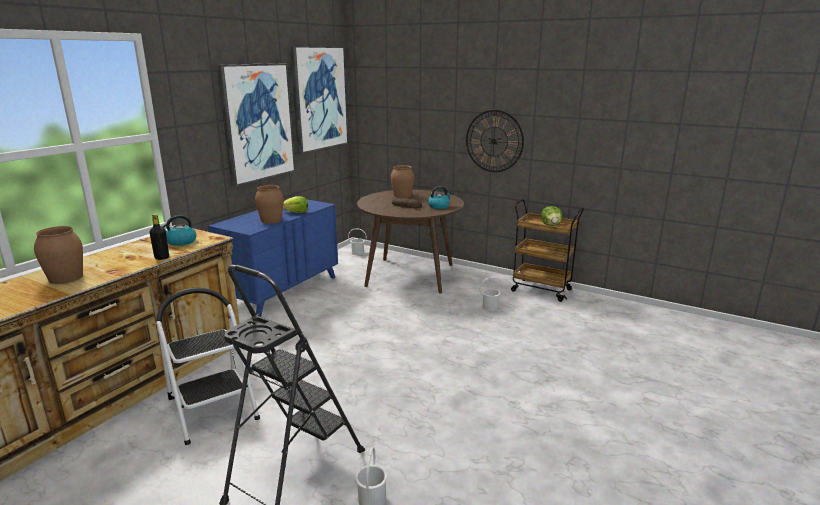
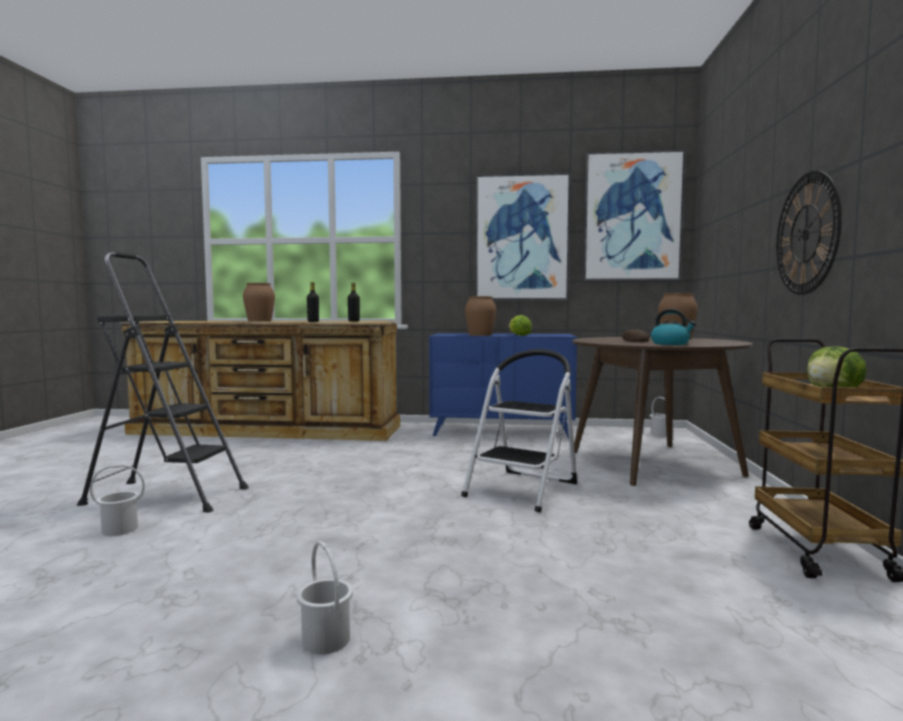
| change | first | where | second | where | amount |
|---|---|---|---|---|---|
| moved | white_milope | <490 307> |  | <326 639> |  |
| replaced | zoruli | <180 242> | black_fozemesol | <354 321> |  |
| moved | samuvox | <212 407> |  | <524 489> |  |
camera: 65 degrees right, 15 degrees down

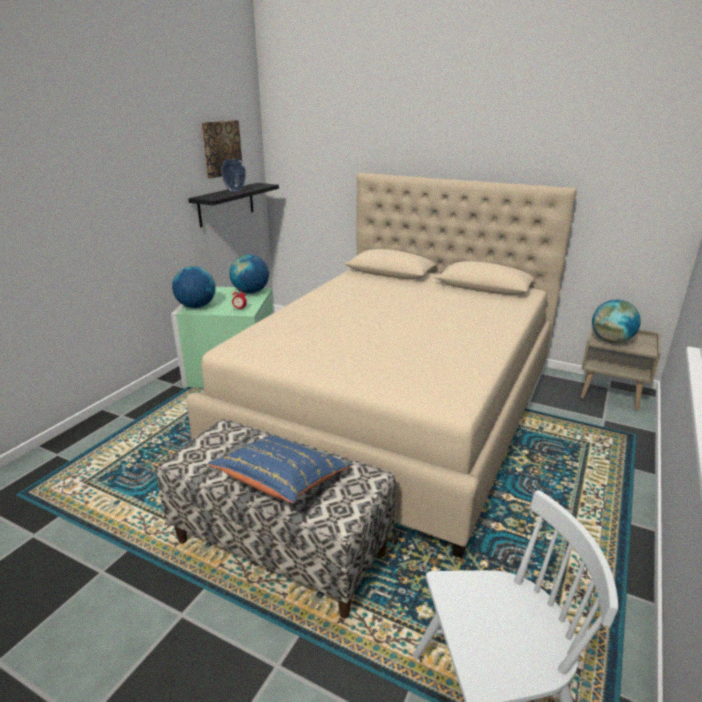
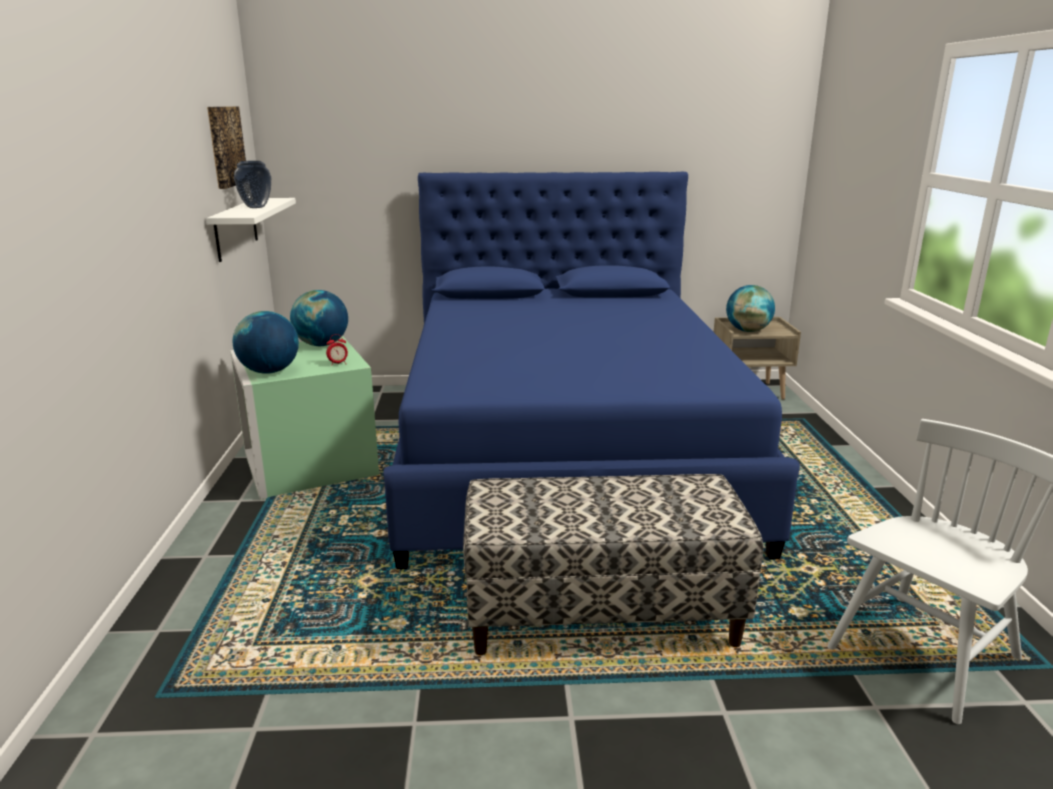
| change | first | where | second | where | amount |
|---|---|---|---|---|---|
| recoloured | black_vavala | <226 204> | white_vavala | <236 228> |  |
| recoloured | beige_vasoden | <395 409> | blue_vasoden | <566 454> |  |
| removed | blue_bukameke | <282 482> |  |  |  |
camera: 30 degrees left, 5 degrees down

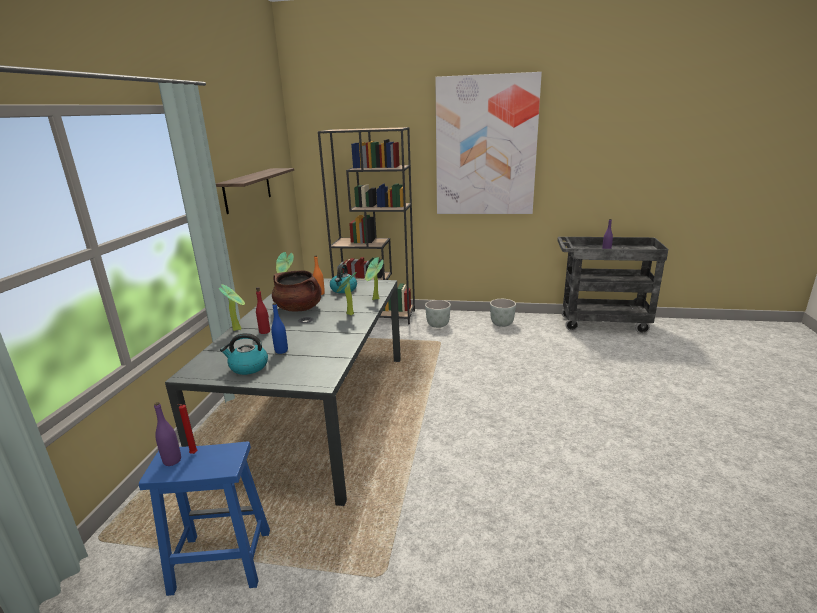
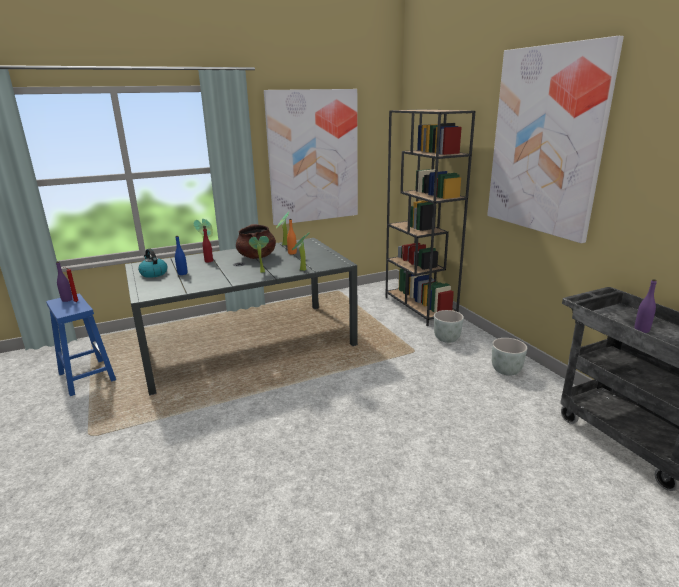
| change | first | where | second | where | amount |
|---|---|---|---|---|---|
| replaced | vavala | <247 190> | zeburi | <313 157> |  |
| removed | zoruli | <343 289> |  |  |  |
camera: 55 degrees right, 0 degrees up

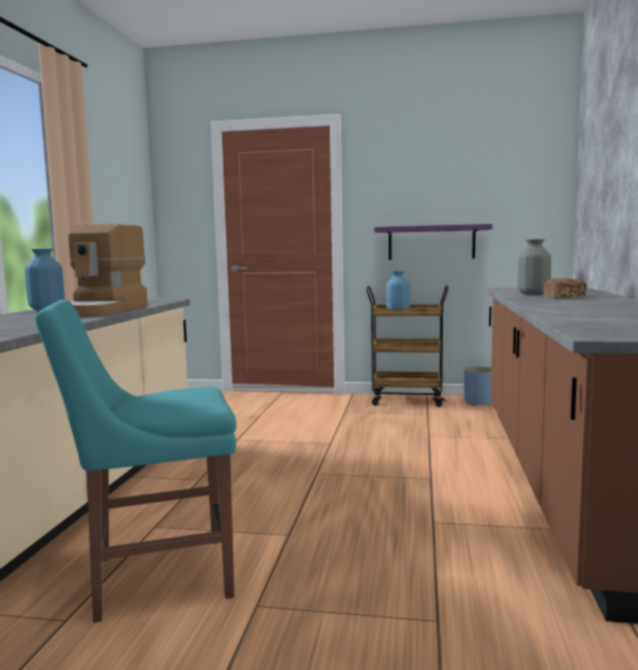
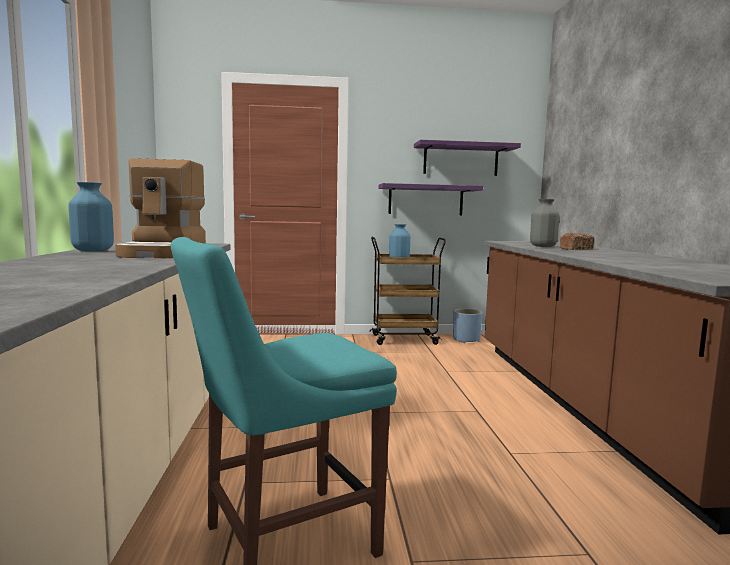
| change | first | where | second | where | amount |
|---|---|---|---|---|---|
| added |  |  | purple_vavala | <460 160> |  |
camera: 15 degrees left, 0 degrees up

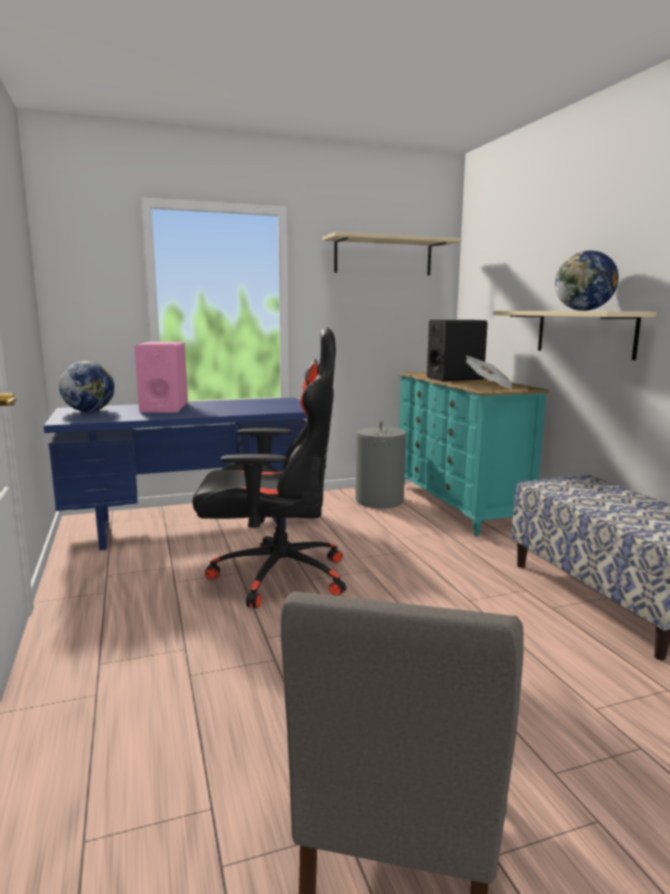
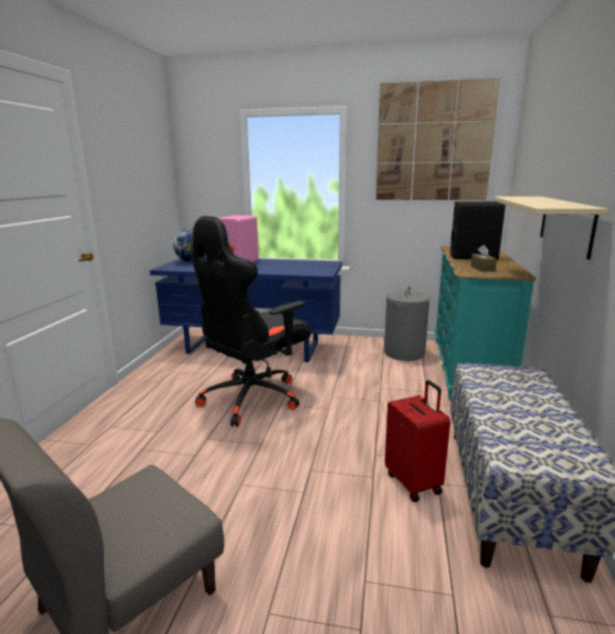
| change | first | where | second | where | amount |
|---|---|---|---|---|---|
| turned | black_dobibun | <269 577> |  | <257 396> | 105 degrees clockwise |
| replaced | beige_vavala | <383 256> | zeburi | <433 142> |  |
| added |  |  | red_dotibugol | <414 482> |  |
| replaced | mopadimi | <489 386> | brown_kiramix | <482 268> |  |
| removed | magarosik | <583 310> |  |  |  |
camera: 30 degrees right, 5 degrees up

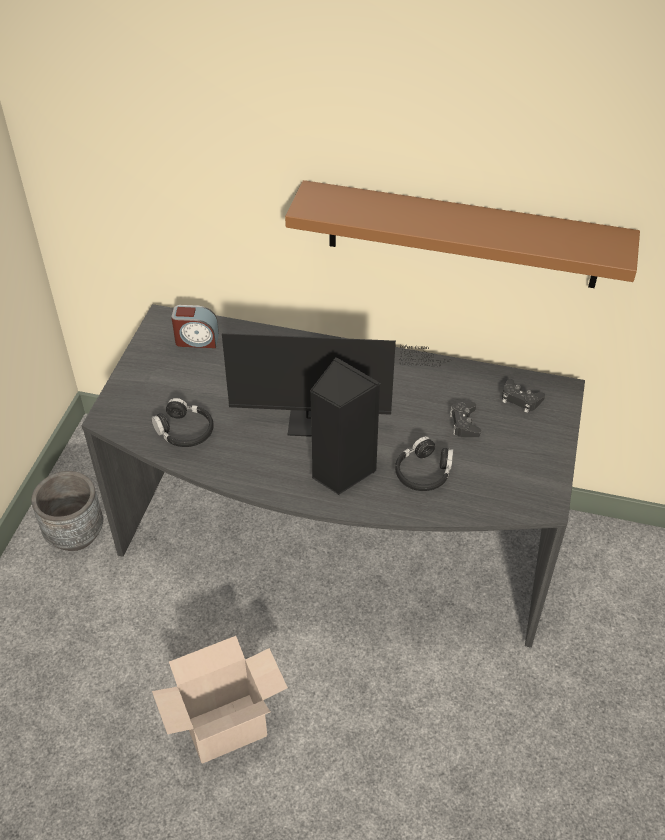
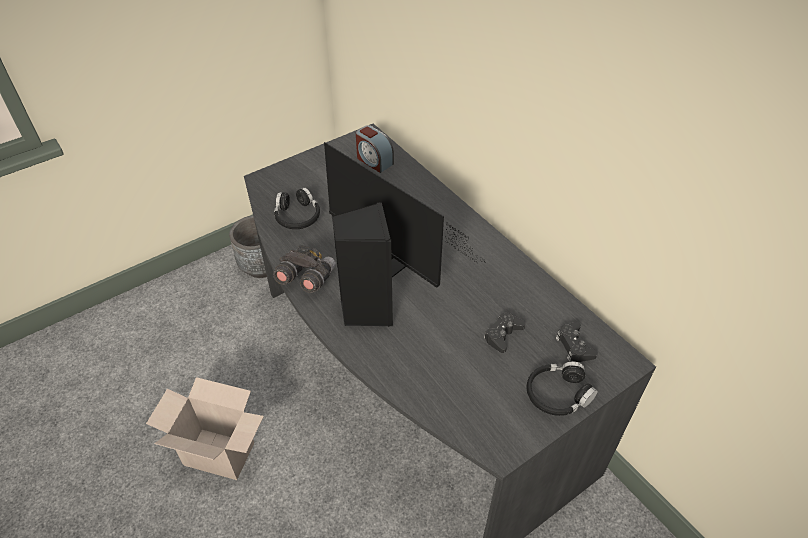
| change | first | where | second | where | amount |
|---|---|---|---|---|---|
| added |  |  | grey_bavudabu | <306 279> |  |
| moved | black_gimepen | <424 472> |  | <557 394> |  |
| removed | brown_vavala | <462 235> |  |  |  |
camera: 40 degrees right, 0 degrees up

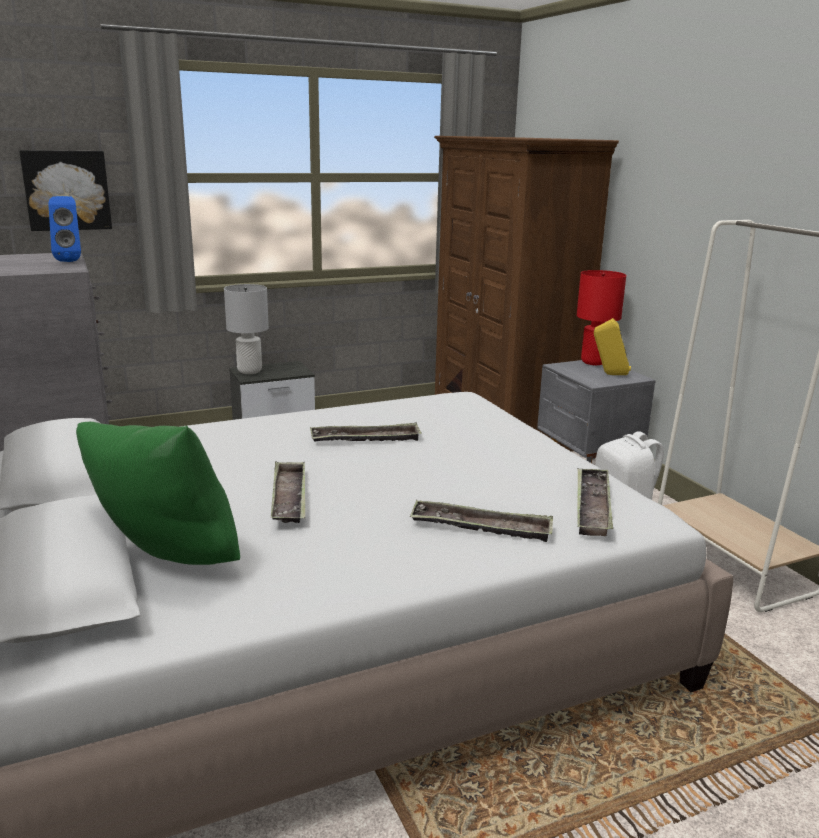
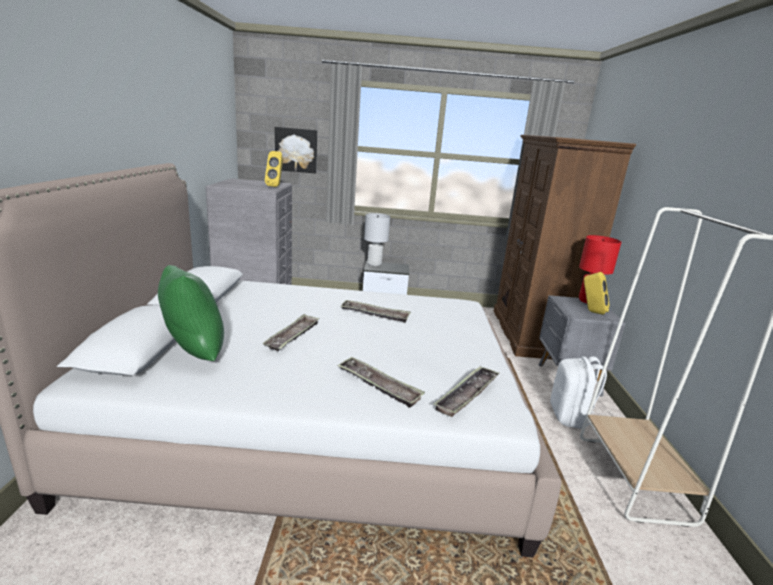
| change | first | where | second | where | amount |
|---|---|---|---|---|---|
| recoloured | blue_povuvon | <70 261> | yellow_povuvon | <275 186> |  |
camera: 25 degrees right, 0 degrees up

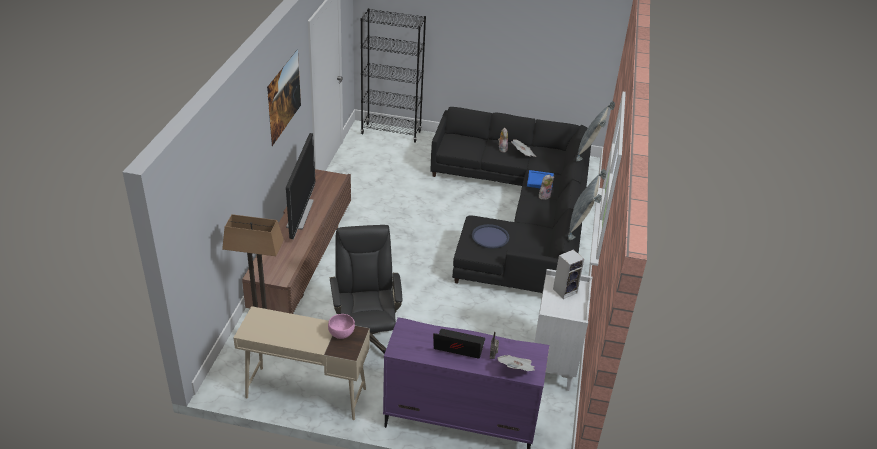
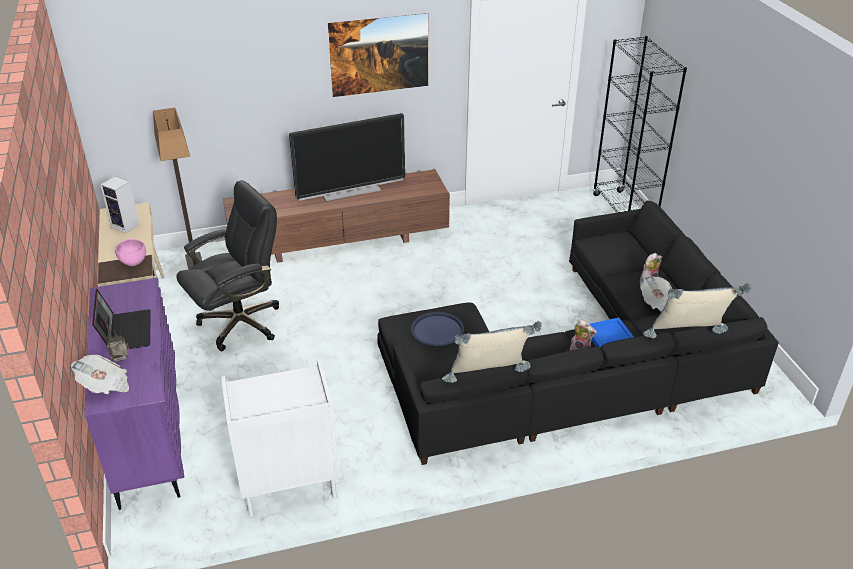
| change | first | where | second | where | amount |
|---|---|---|---|---|---|
| moved | povuvon | <565 290> |  | <126 226> |  |
camera: 65 degrees right, 0 degrees up

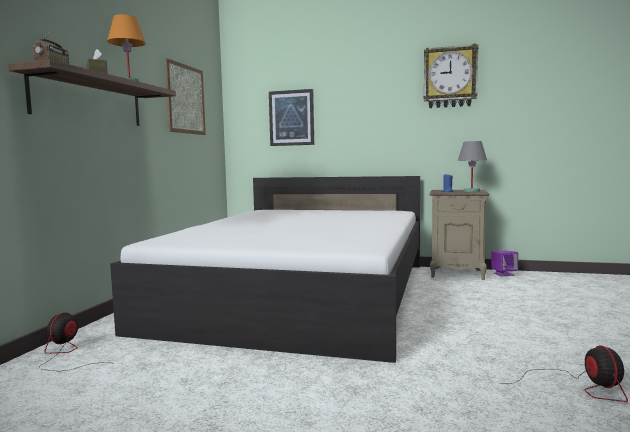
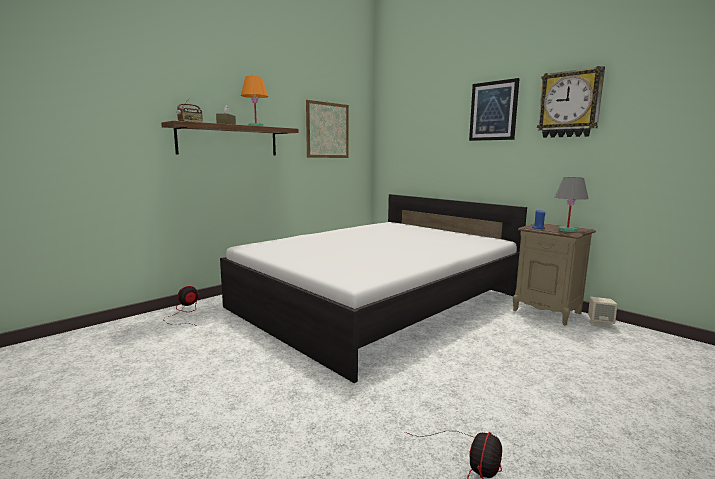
| change | first | where | second | where | amount |
|---|---|---|---|---|---|
| moved | zeburi | <291 118> |  | <493 111> |  |
| recoloured | purple_povuvon | <504 274> | beige_povuvon | <600 323> |  |
camera: 30 degrees right, 5 degrees up

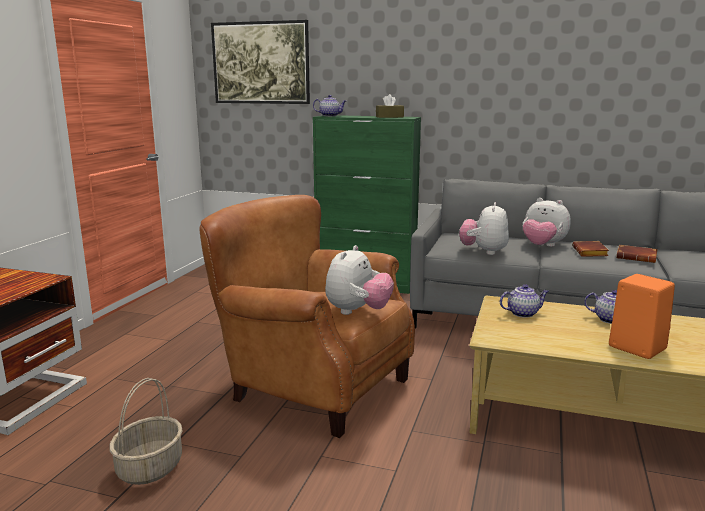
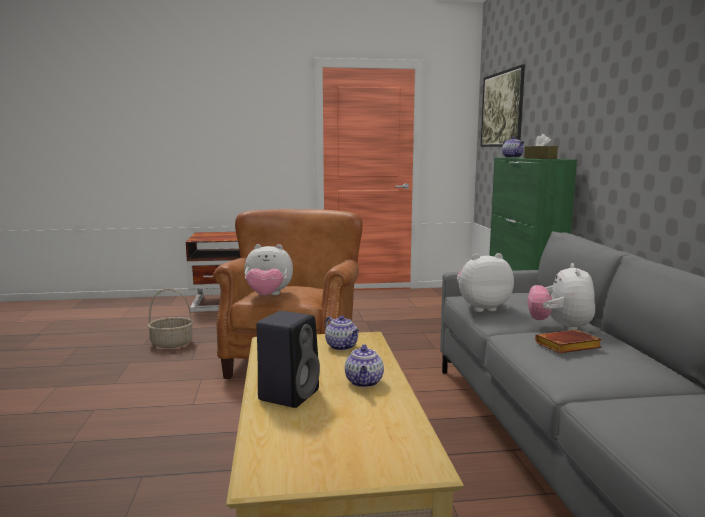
| change | first | where | second | where | amount |
|---|---|---|---|---|---|
| recoloured | orange_povuvon | <635 347> | black_povuvon | <289 394> |  |
| removed | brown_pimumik | <637 257> |  |  |  |
camera: 65 degrees right, 5 degrees down

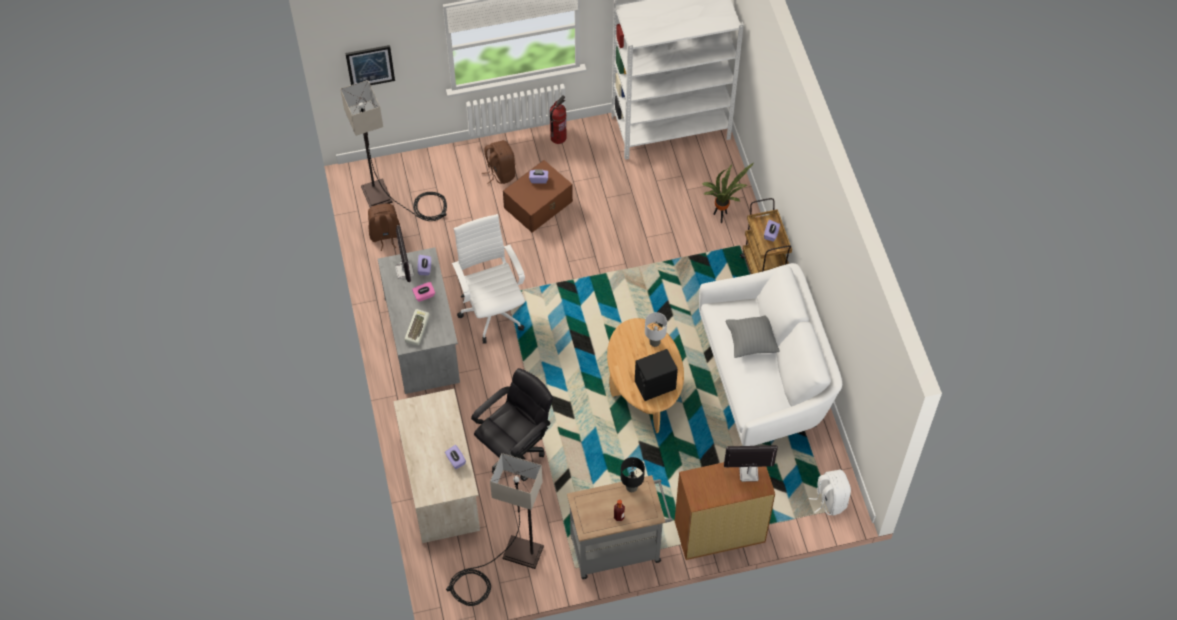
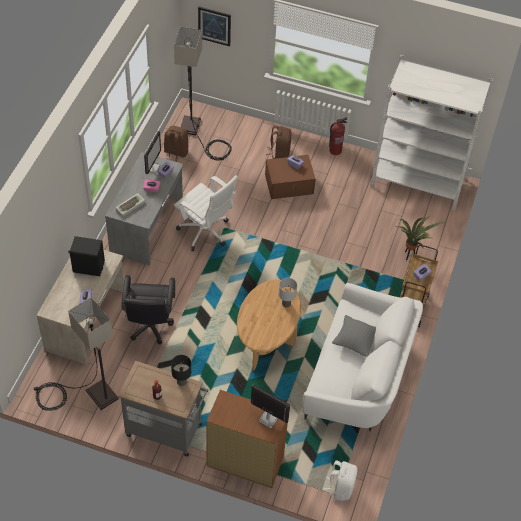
| change | first | where | second | where | amount |
|---|---|---|---|---|---|
| moved | black_povuvon | <654 386> |  | <88 267> |  |
| turned | black_dobibun | <516 452> |  | <150 329> | 105 degrees clockwise |
| turned | white_dobibun | <492 311> |  | <206 233> | 120 degrees clockwise |
camera: 30 degrees right, 5 degrees down

